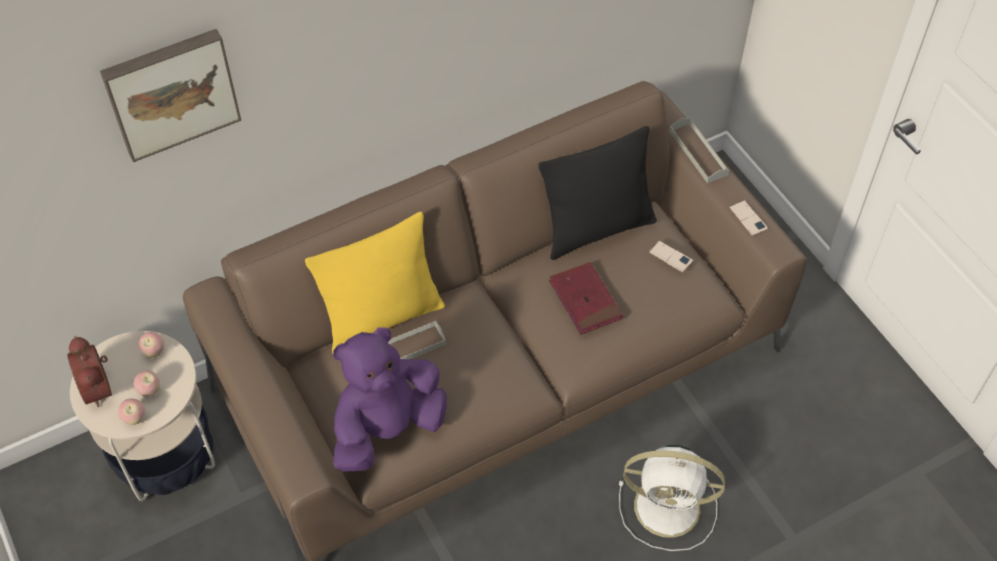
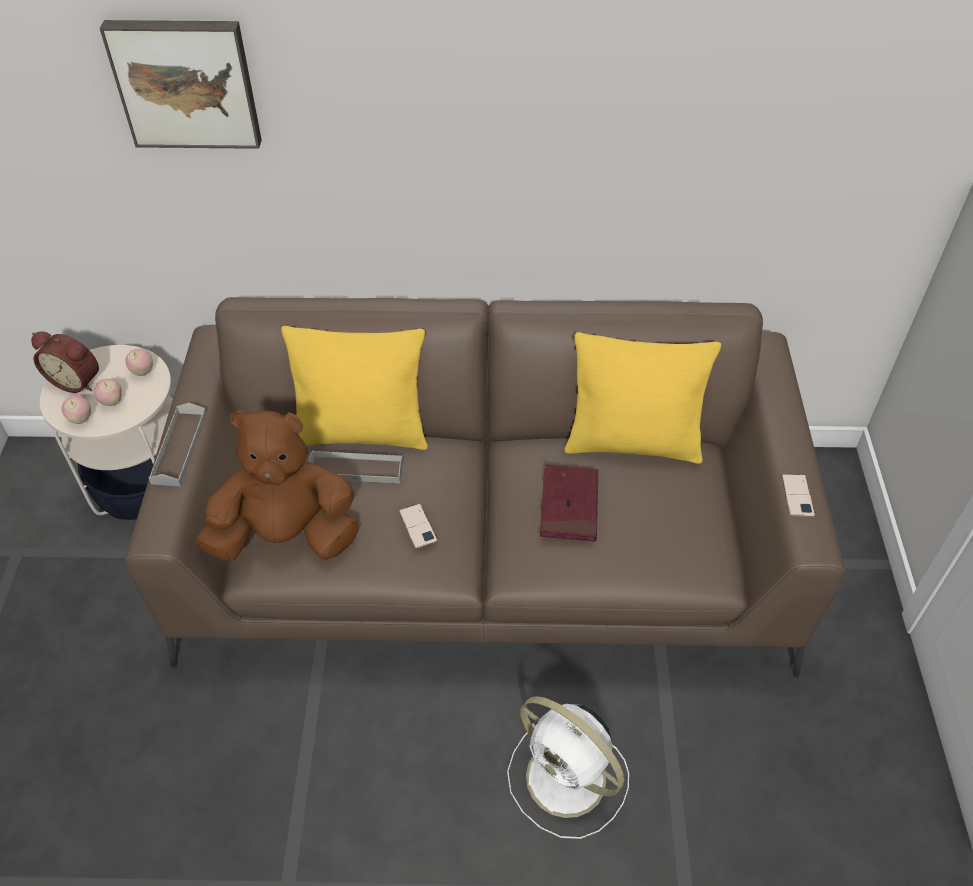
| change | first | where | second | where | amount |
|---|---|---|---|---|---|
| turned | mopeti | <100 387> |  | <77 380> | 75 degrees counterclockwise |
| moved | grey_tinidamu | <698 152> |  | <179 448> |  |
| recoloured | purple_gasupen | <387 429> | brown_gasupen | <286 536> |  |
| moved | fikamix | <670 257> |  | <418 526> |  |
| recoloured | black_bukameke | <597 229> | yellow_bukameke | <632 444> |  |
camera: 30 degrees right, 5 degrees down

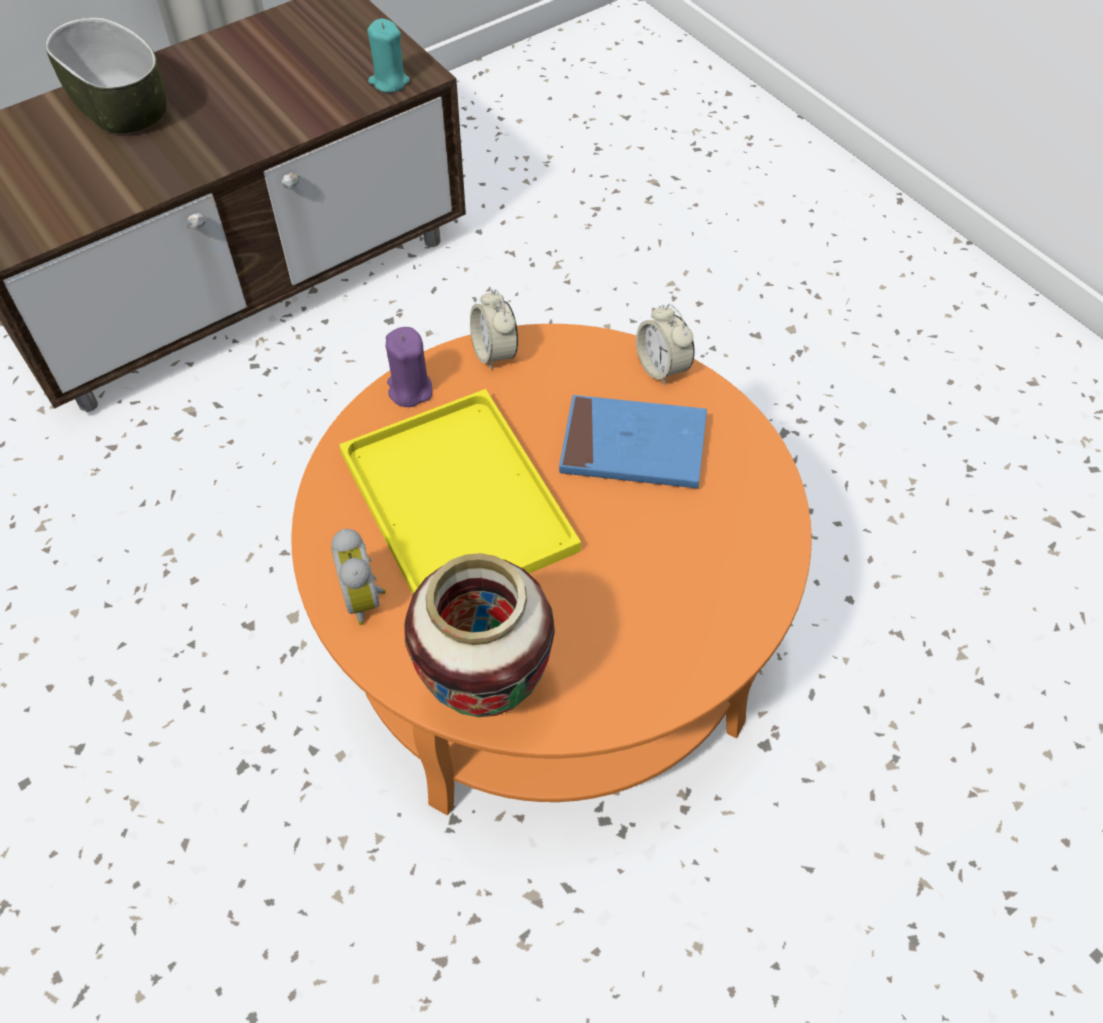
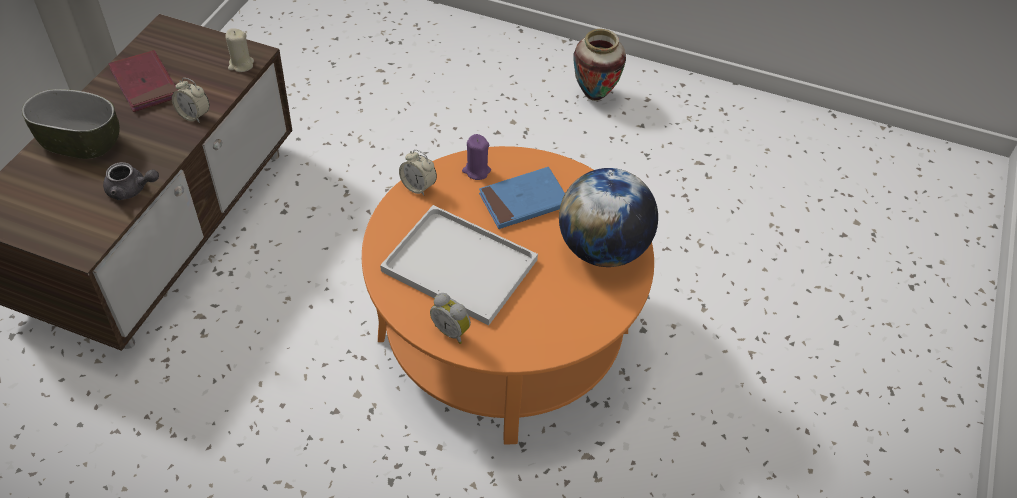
| change | first | where | second | where | amount |
|---|---|---|---|---|---|
| added |  |  | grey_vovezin | <131 190> |  |
| added |  |  | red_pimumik | <145 84> |  |
| moved | mopeti | <662 367> |  | <194 115> |  |
| recoloured | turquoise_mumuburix | <389 81> | beige_mumuburix | <241 65> |  |
| recoloured | yellow_tinidamu | <462 504> | white_tinidamu | <462 265> |  |
| moved | purple_mumuburix | <409 390> |  | <476 171> |  |
| added |  |  | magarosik | <603 249> |  |
| moved | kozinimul | <485 691> |  | <594 95> |  |
camera: 35 degrees left, 5 degrees down

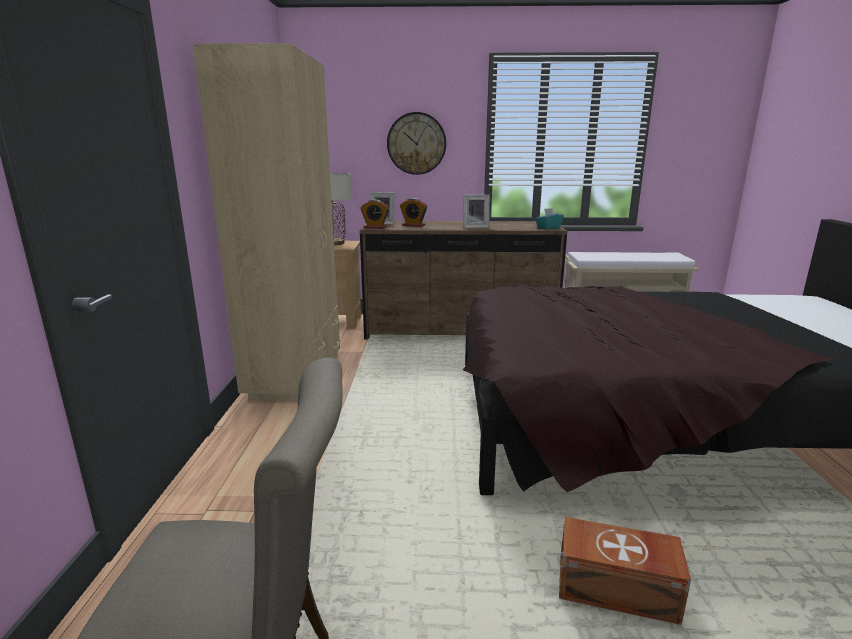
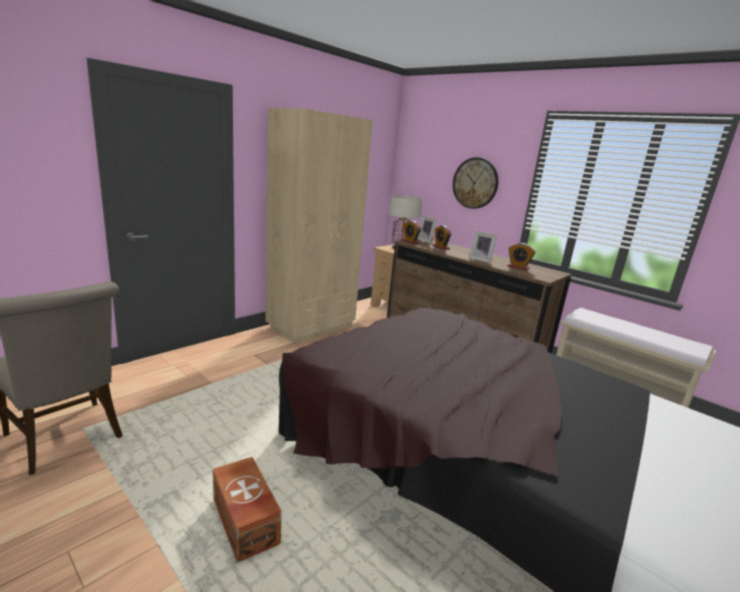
| change | first | where | second | where | amount |
|---|---|---|---|---|---|
| added |  |  | mopeti | <518 267> |  |
| removed | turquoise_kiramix | <548 228> |  |  |  |
camera: 40 degrees right, 0 degrees up

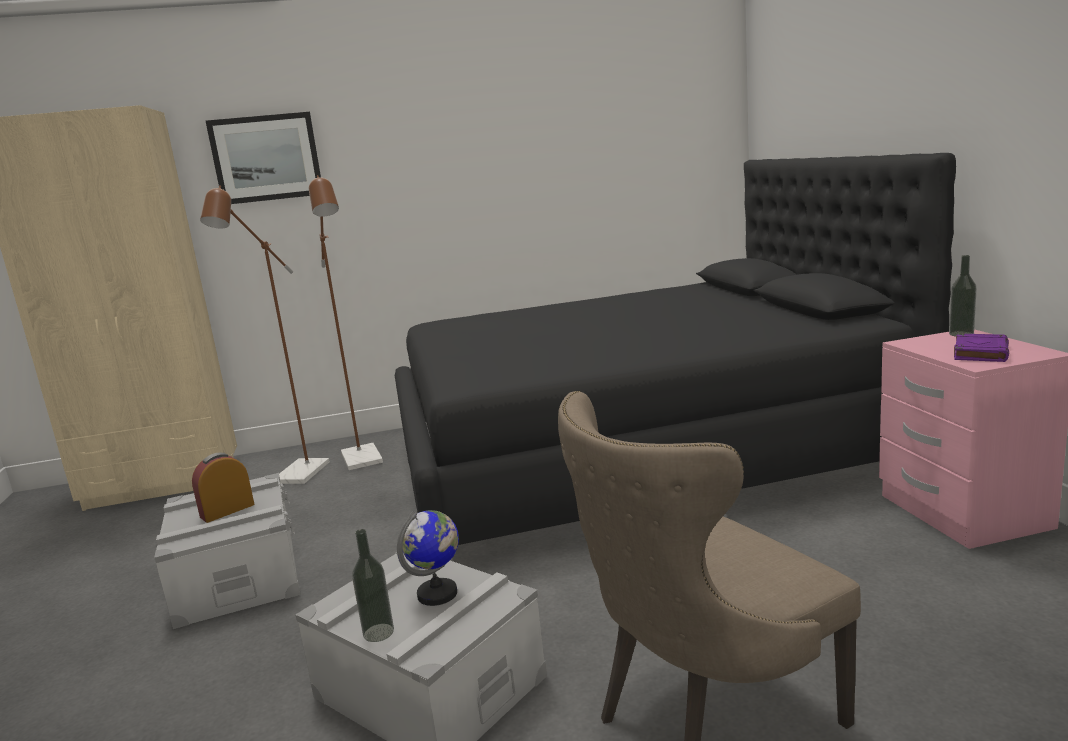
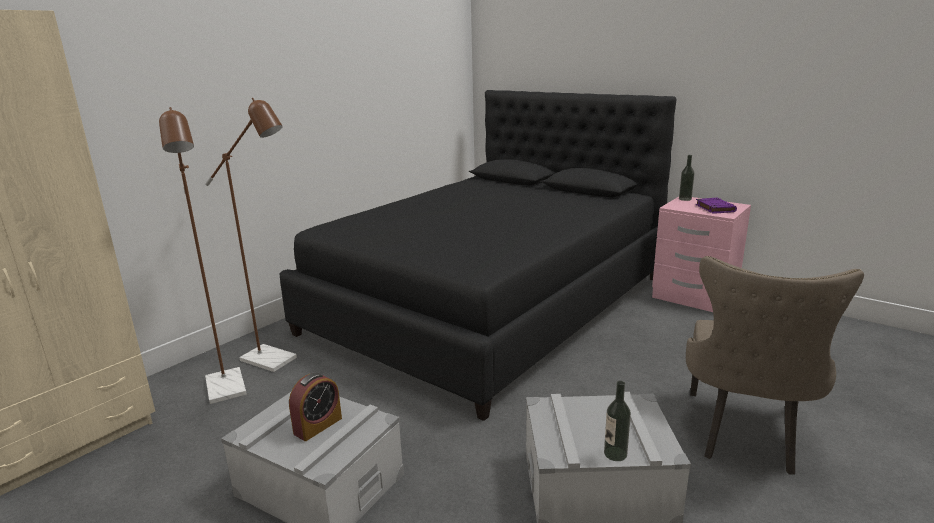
| change | first | where | second | where | amount |
|---|---|---|---|---|---|
| turned | mopeti | <227 510> |  | <318 426> | 150 degrees counterclockwise |
| removed | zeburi | <266 158> |  |  |  |
| removed | magarosik | <438 594> |  |  |  |
camera: 40 degrees left, 5 degrees up

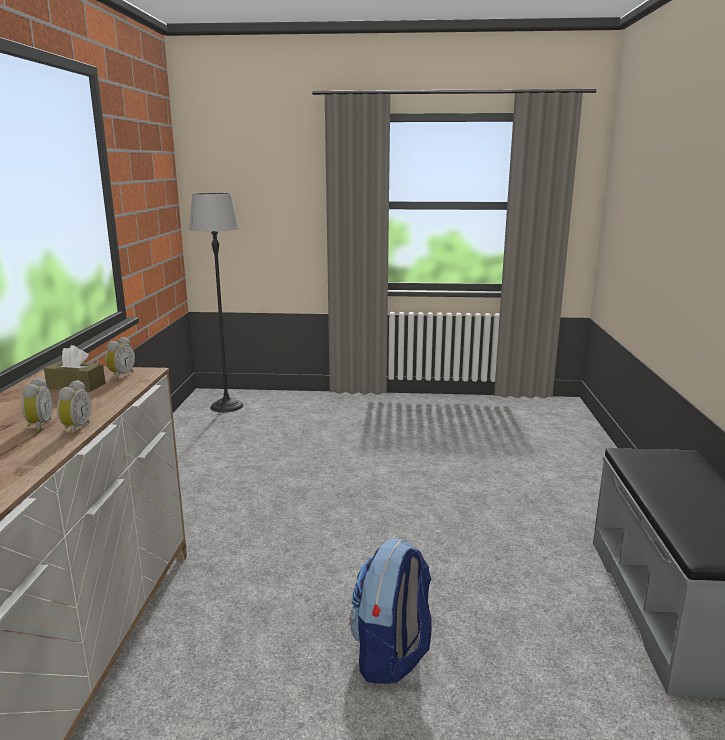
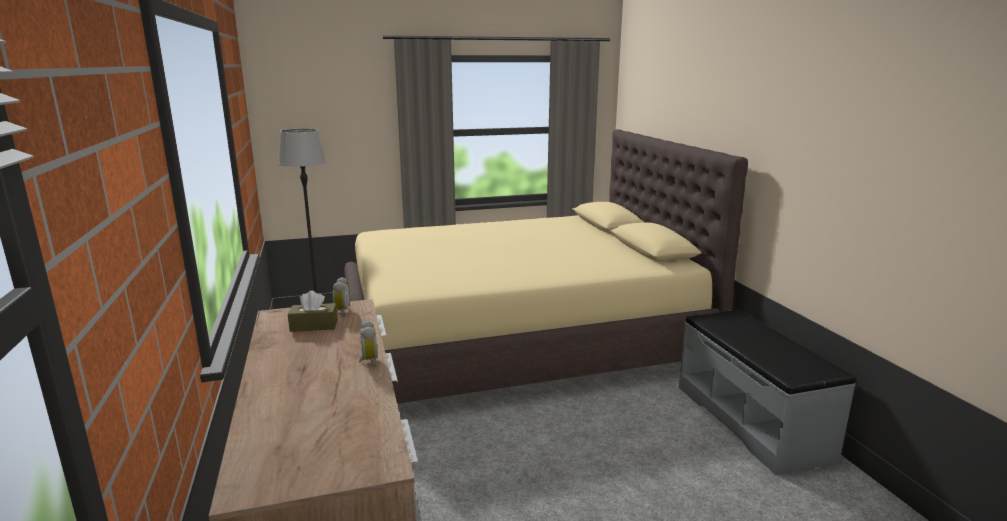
| change | first | where | second | where | amount |
|---|---|---|---|---|---|
| added |  |  | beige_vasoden | <519 340> |  |
| removed | mopeti | <38 425> |  |  |  |
| removed | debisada | <391 655> |  |  |  |
camera: 20 degrees left, 0 degrees up

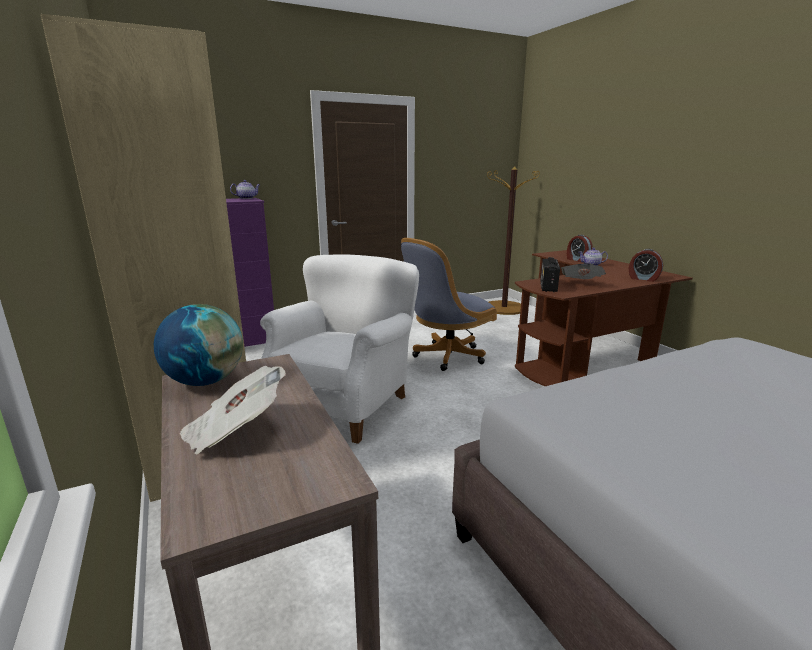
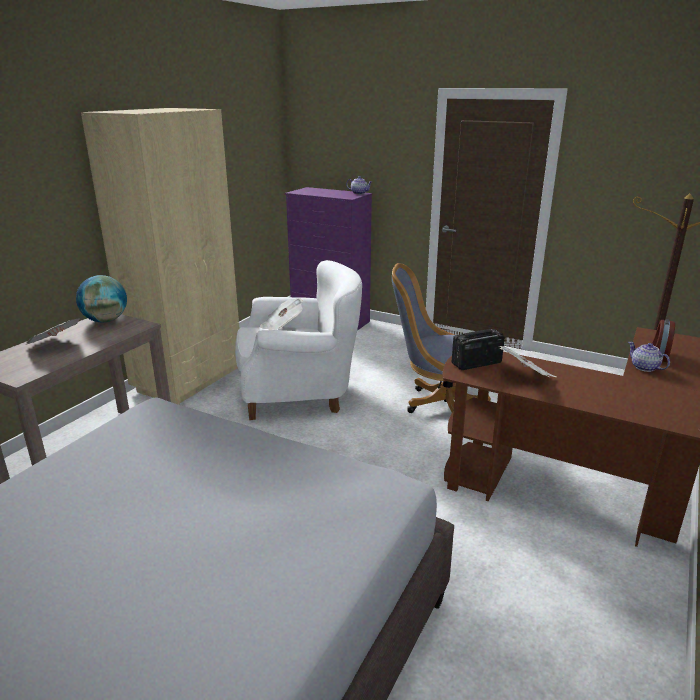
| change | first | where | second | where | amount |
|---|---|---|---|---|---|
| added |  |  | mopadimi | <282 325> |  |
| removed | mopeti | <643 279> |  |  |  |
camera: 55 degrees right, 5 degrees up

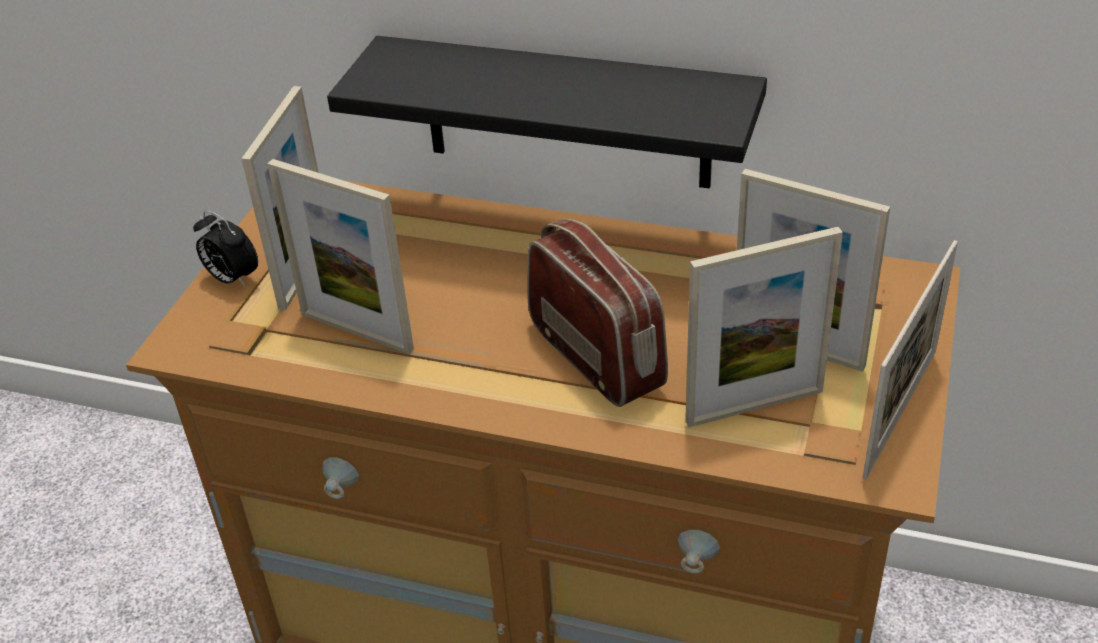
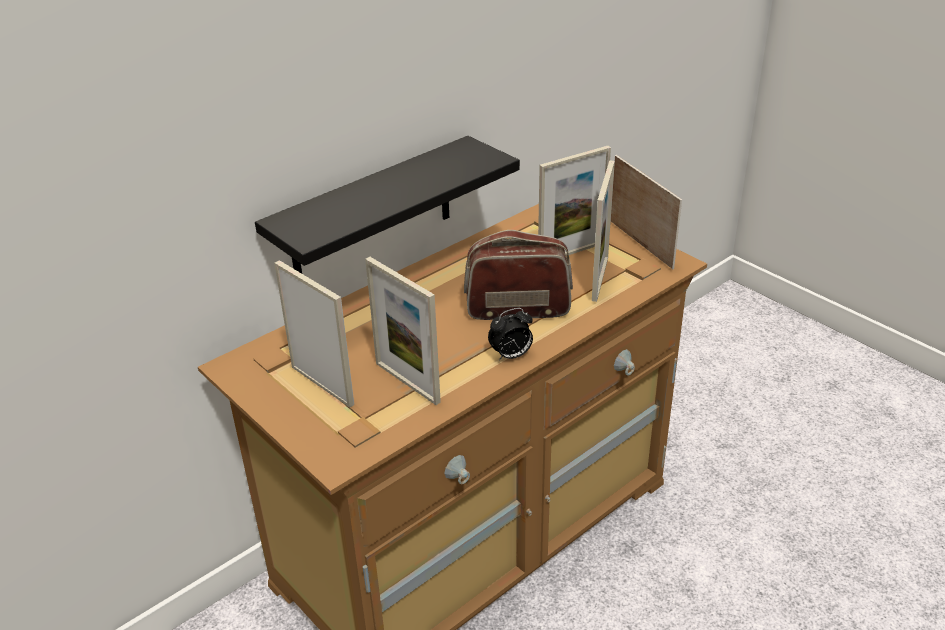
| change | first | where | second | where | amount |
|---|---|---|---|---|---|
| turned | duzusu | <356 331> |  | <407 382> | 75 degrees clockwise |
| moved | mopeti | <232 279> |  | <511 356> |  |
camera: 60 degrees left, 5 degrees down

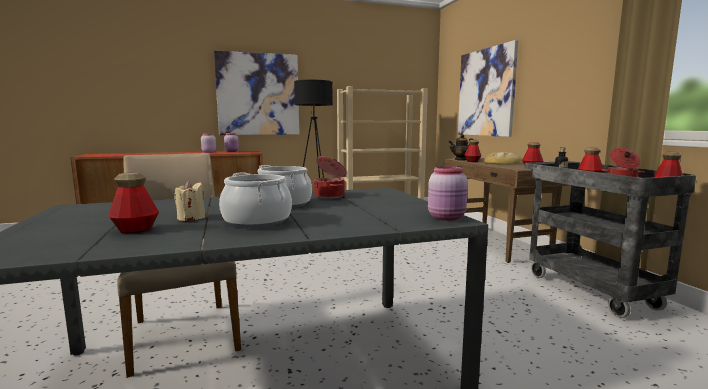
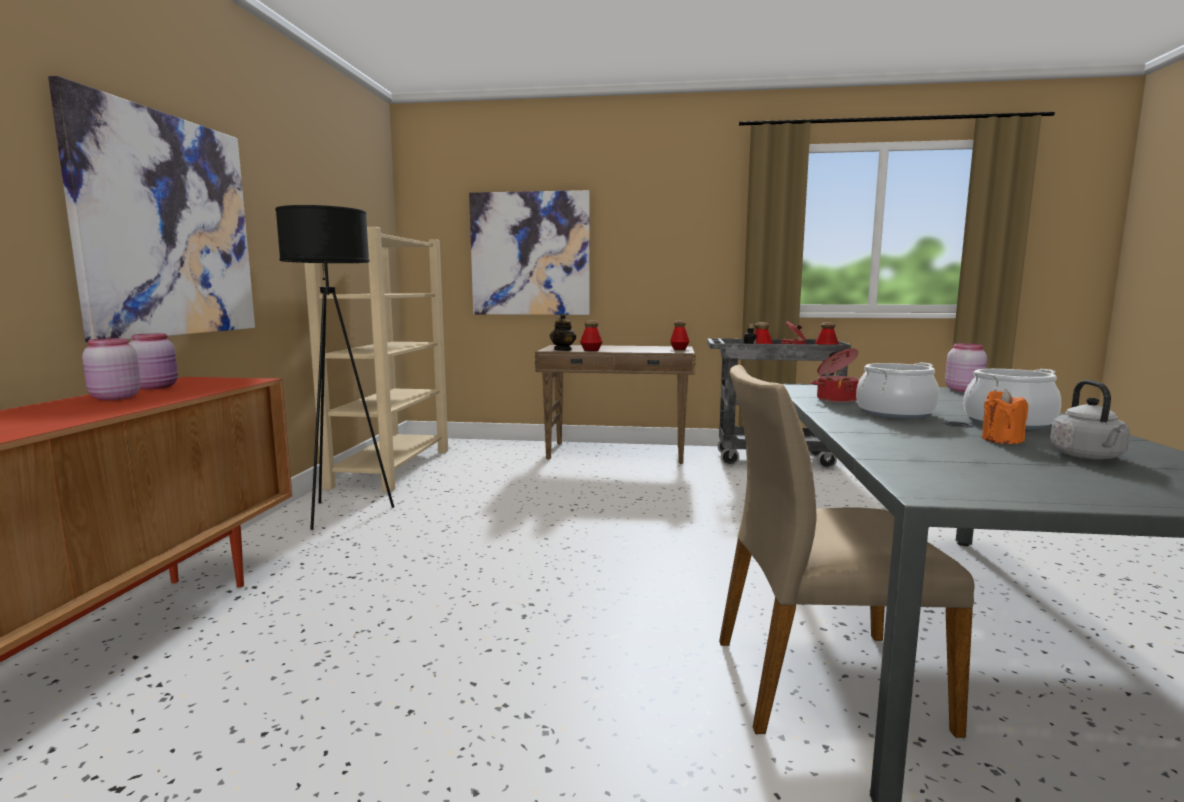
| change | first | where | second | where | amount |
|---|---|---|---|---|---|
| recoloured | beige_mumuburix | <191 218> | orange_mumuburix | <1001 440> |  |
| replaced | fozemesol | <135 230> | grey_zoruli | <1088 456> |  |
| removed | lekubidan | <503 163> |  |  |  |
camera: 65 degrees left, 0 degrees up

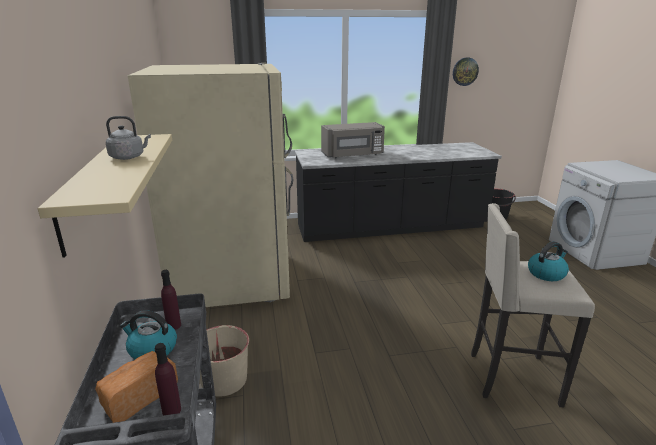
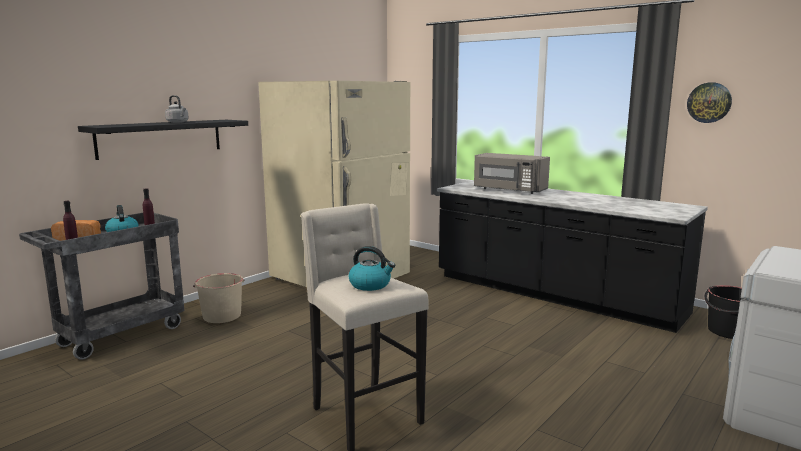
| change | first | where | second | where | amount |
|---|---|---|---|---|---|
| recoloured | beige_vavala | <93 187> | black_vavala | <161 138> |  |
camera: 50 degrees right, 10 degrees down

